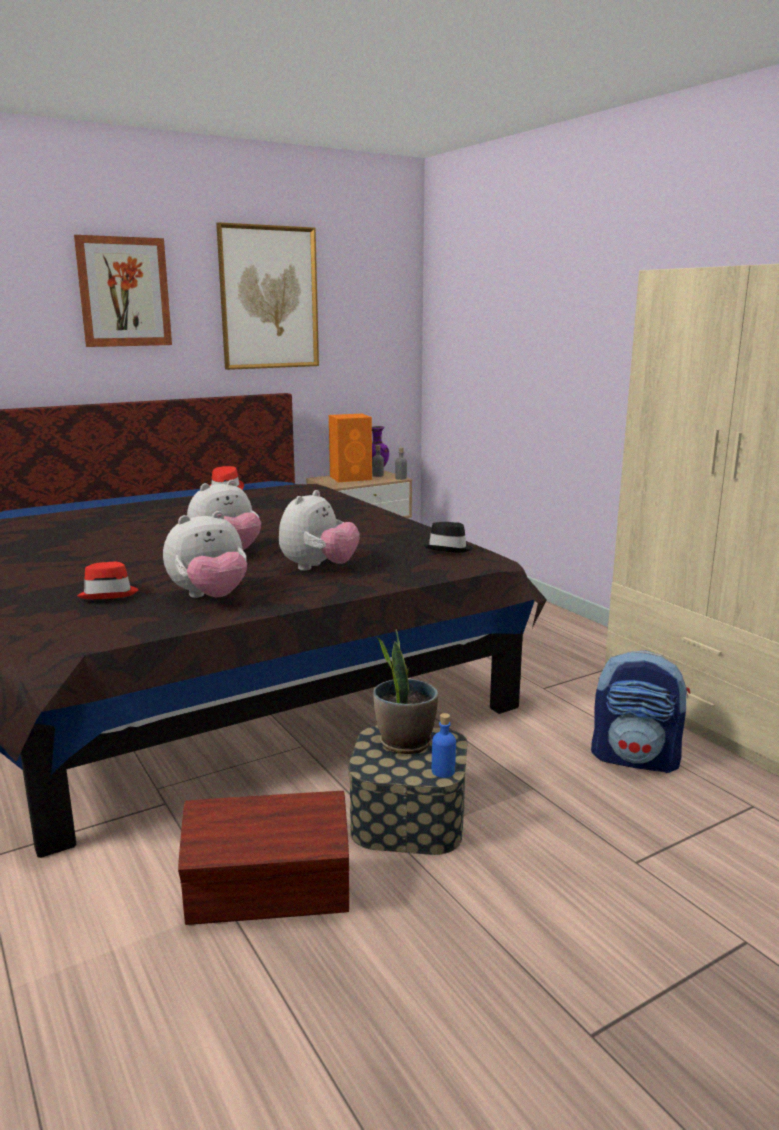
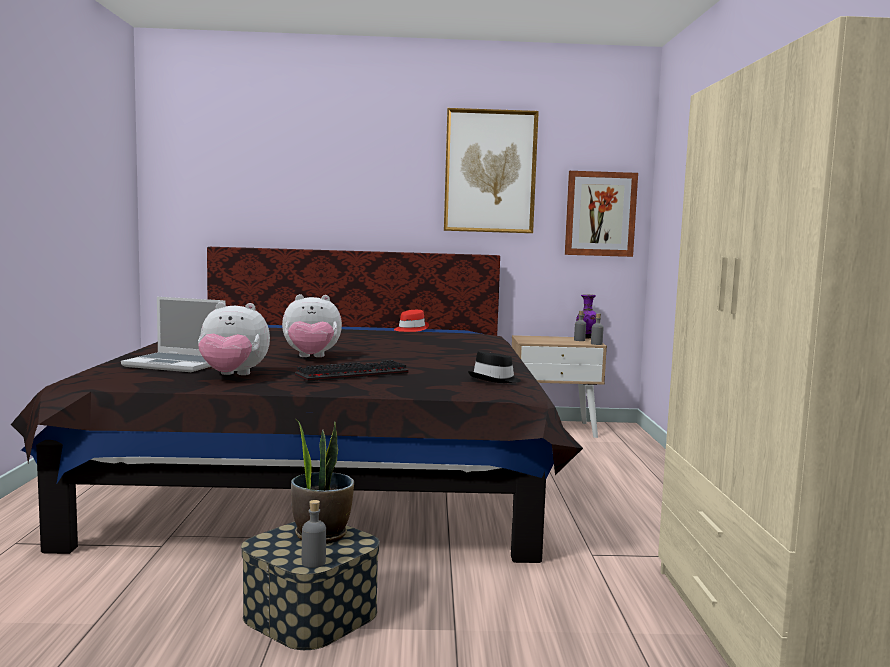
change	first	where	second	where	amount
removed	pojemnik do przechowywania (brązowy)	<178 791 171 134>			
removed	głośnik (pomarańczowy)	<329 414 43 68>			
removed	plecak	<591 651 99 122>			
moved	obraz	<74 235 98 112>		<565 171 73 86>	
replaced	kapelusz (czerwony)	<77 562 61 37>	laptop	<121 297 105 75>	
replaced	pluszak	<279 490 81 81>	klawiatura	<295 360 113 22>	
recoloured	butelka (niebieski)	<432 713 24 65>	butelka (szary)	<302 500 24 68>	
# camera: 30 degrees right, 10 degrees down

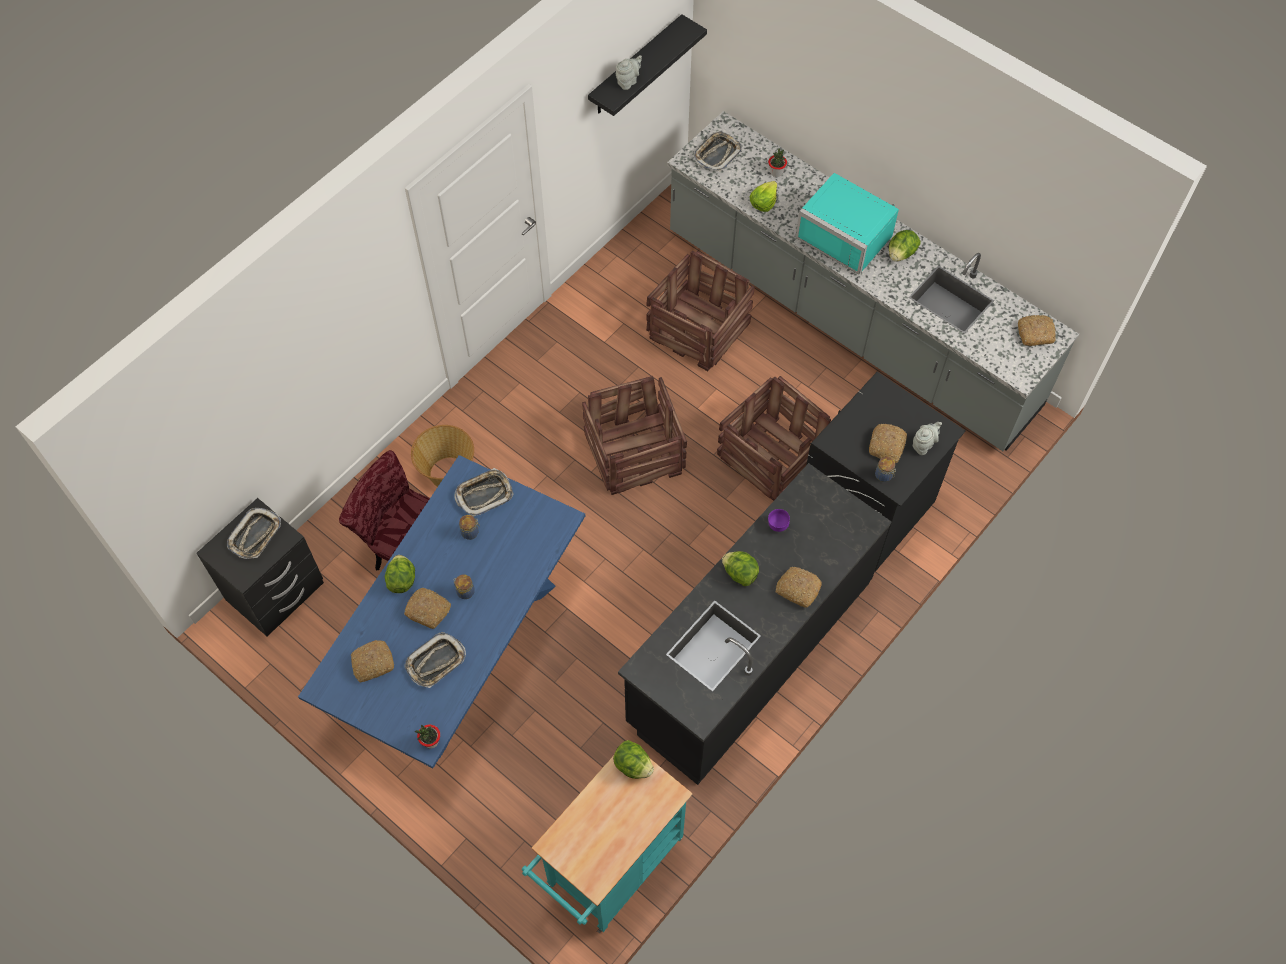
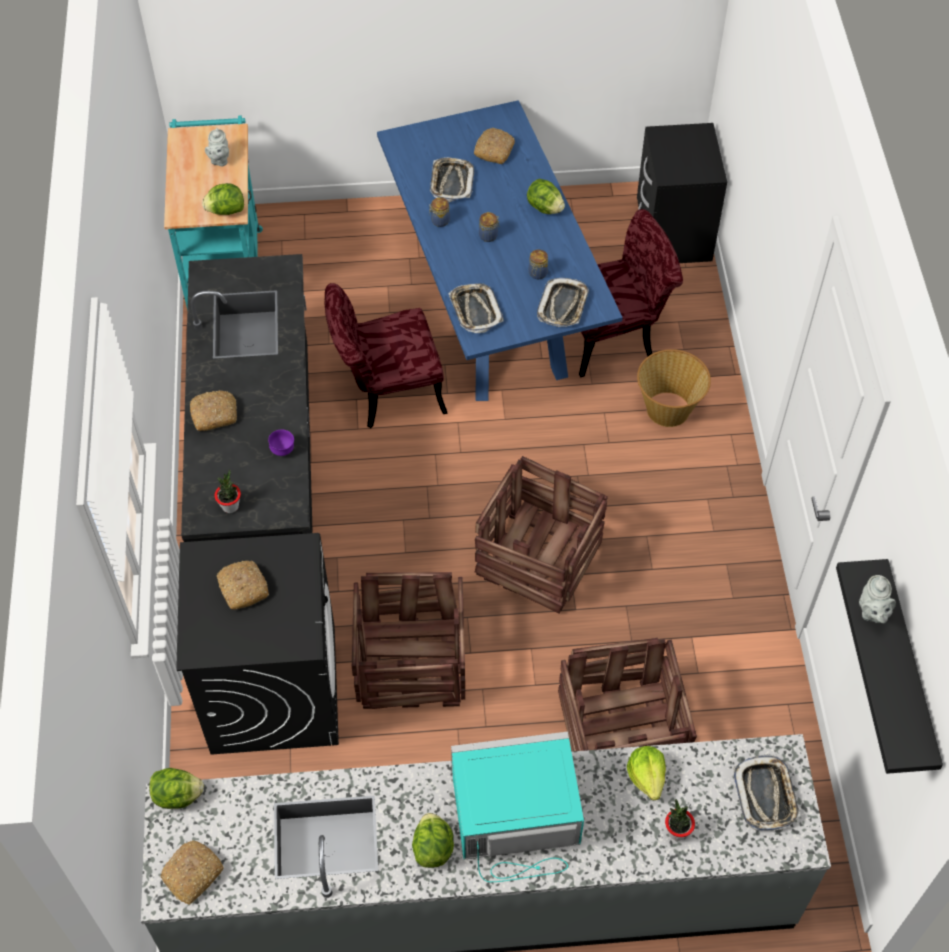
change	first	where	second	where	amount
removed	chleb	<404 588 47 41>			
added			krzesło (czerwony)	<325 283 123 145>	
moved	taca	<227 508 54 51>		<448 283 55 50>	
moved	roślina doniczkowa	<415 725 25 24>		<214 469 27 44>	
moved	sałata	<722 551 37 35>		<149 768 55 41>	
moved	słoik	<875 457 21 25>		<429 197 21 30>	
moved	imbryk (szary)	<913 422 29 33>		<205 128 24 38>	
# camera: 135 degrees right, 5 degrees down

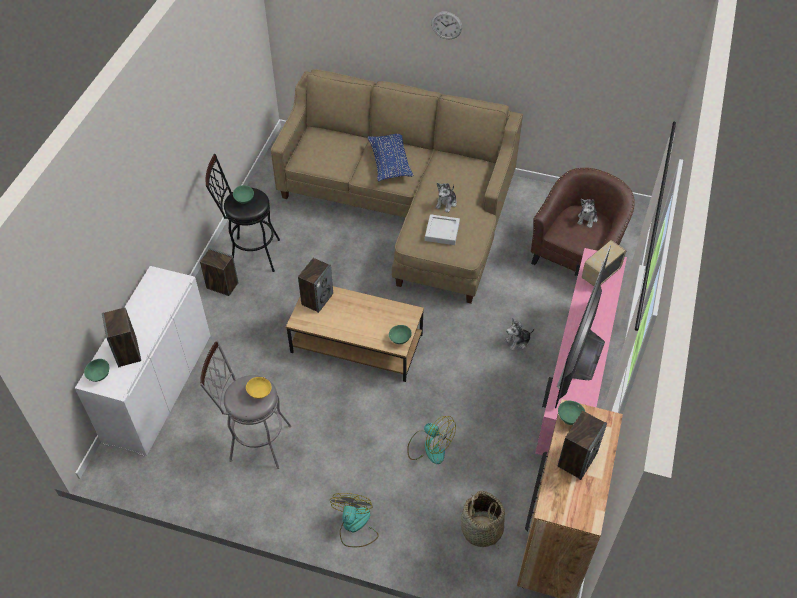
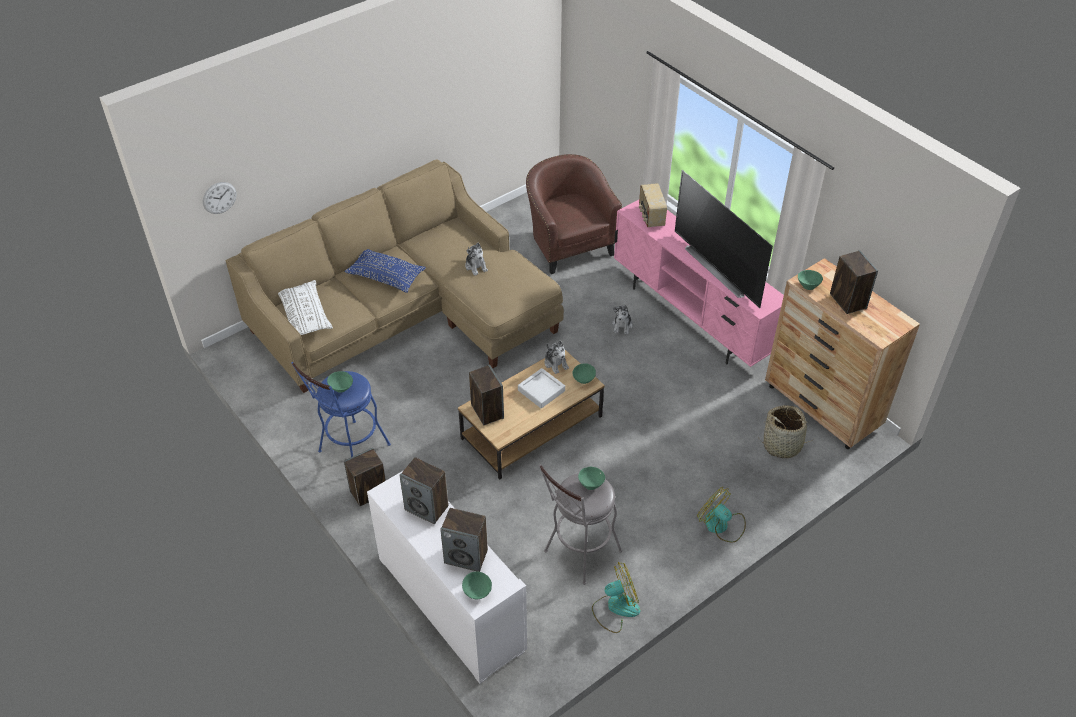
change	first	where	second	where	amount
added			poduszka (biały)	<278 280 55 55>	
added			głośnik	<400 457 49 67>	
moved	wentylator	<407 416 49 48>		<592 562 48 71>	
moved	taca (szary)	<425 214 35 31>		<518 368 47 40>	
moved	zegar ścienny	<431 11 31 28>		<203 182 34 32>	
moved	pluszak	<577 199 21 29>		<545 341 24 33>	
recoloured	stołek (czarny)	<205 154 75 118>	stołek (niebieski)	<291 361 100 96>	
recoloured	miska (żółty)	<246 377 26 22>	miska (zielony)	<578 467 27 23>	
# camera: 55 degrees left, 5 degrees down

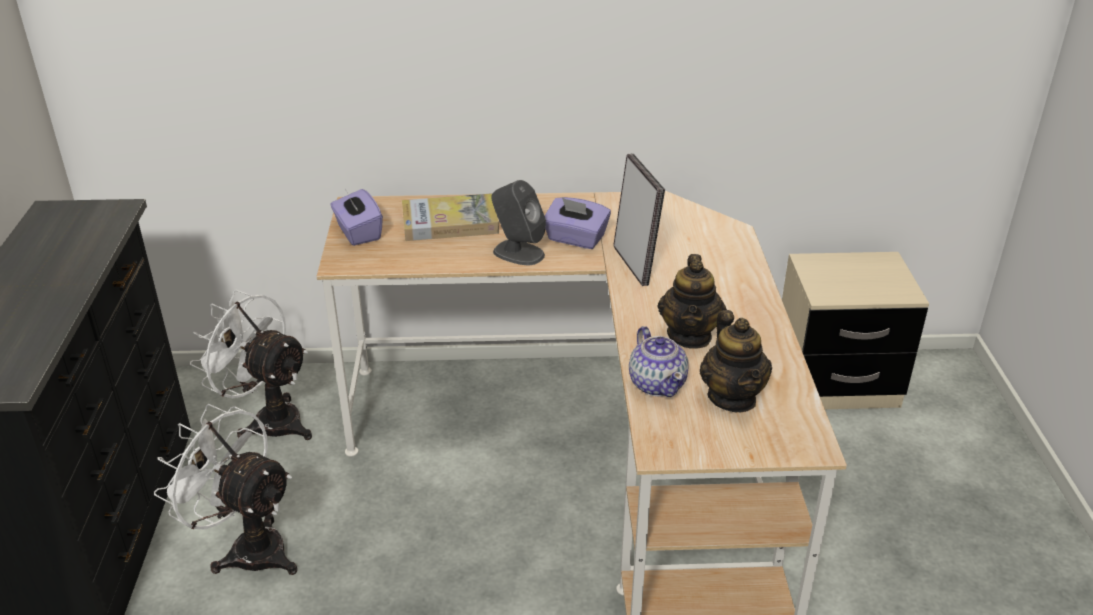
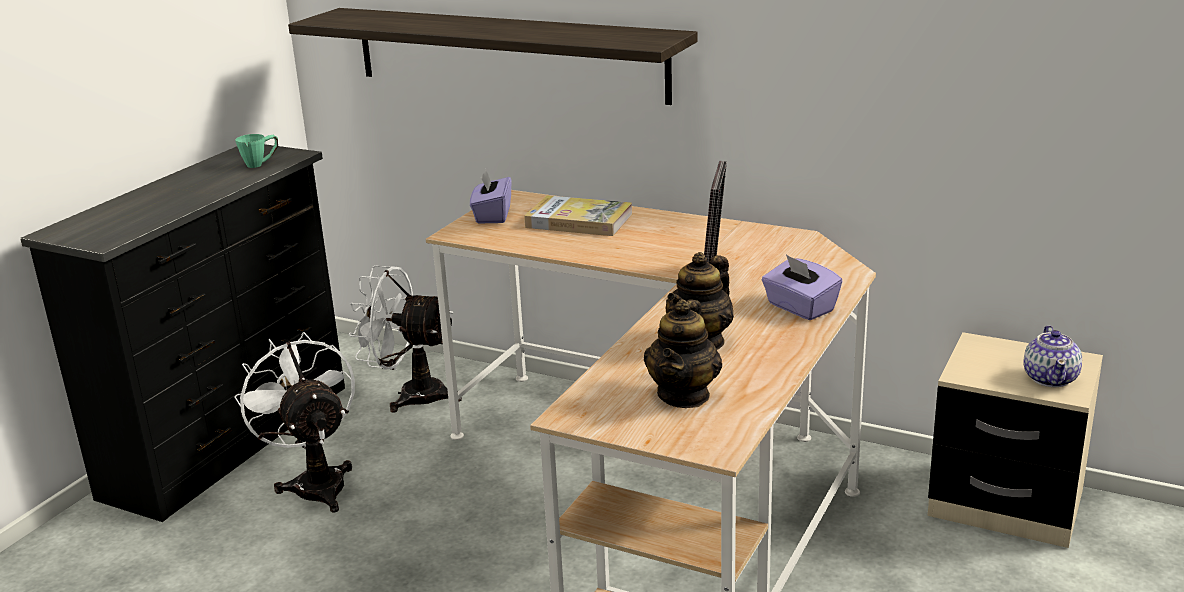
change	first	where	second	where	amount
removed	głośnik (szary)	<491 180 55 85>			
added			kubek (zielony)	<235 134 43 34>	
added			półka	<288 8 410 97>	
moved	pudełko chusteczek (fioletowy)	<545 197 66 52>		<762 255 81 65>	
moved	imbryk	<629 326 60 71>		<1023 325 59 62>	
turned	wentylator (biały)	<190 290 122 150>		<348 265 114 147>	45 degrees counterclockwise
# camera: 30 degrees right, 10 degrees down

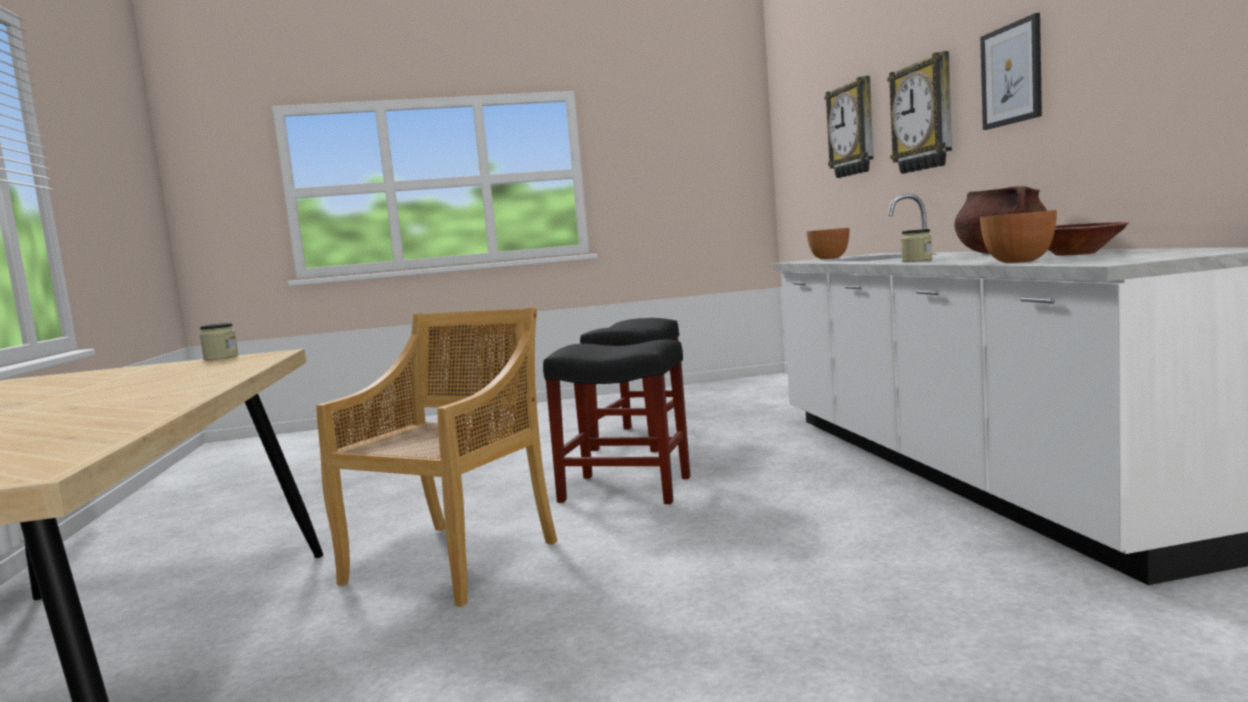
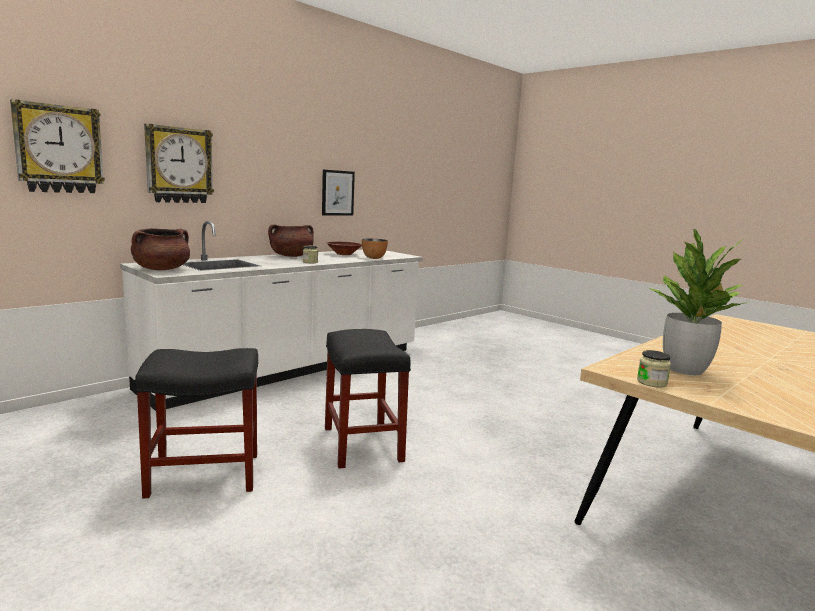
change	first	where	second	where	amount
removed	krzesło (beżowy)	<316 307 241 300>			
added			roślina doniczkowa	<646 229 103 146>	
moved	obraz	<980 13 62 117>		<322 170 33 46>	
replaced	miska	<807 228 42 31>	garnek (brązowy)	<131 228 59 42>	
# camera: 125 degrees left, 5 degrees up

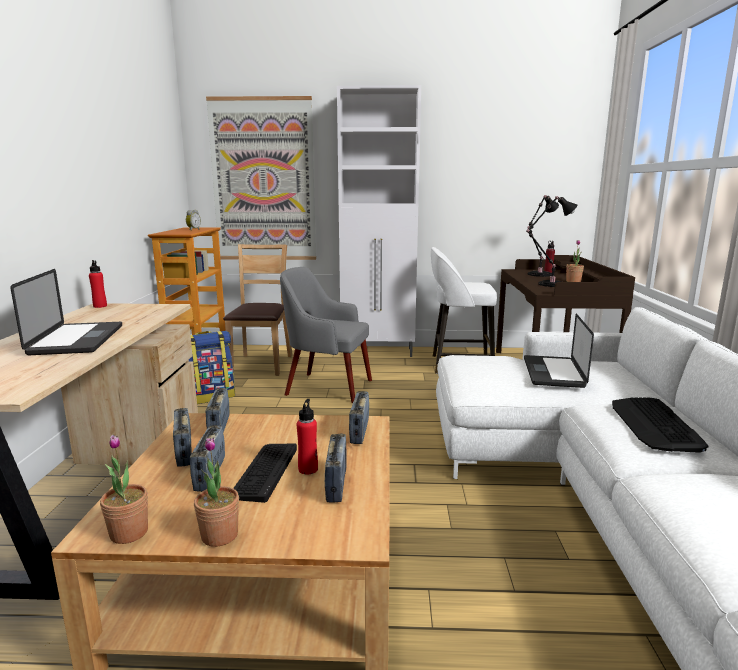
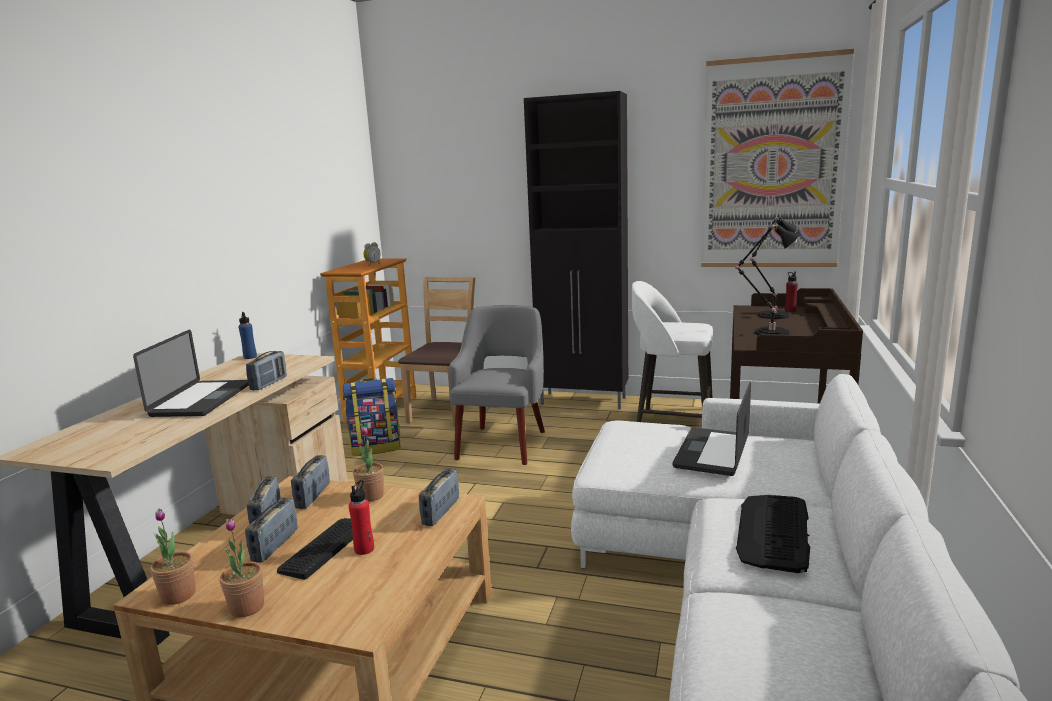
change	first	where	second	where	amount
moved	obraz	<206 96 110 164>		<701 49 153 218>	
moved	radio	<325 434 22 69>		<246 351 41 39>	
moved	roślina doniczkowa	<566 240 18 42>		<353 426 31 76>	
recoloured	butelka (czerwony)	<89 260 18 48>	butelka (niebieski)	<239 312 18 47>	
recoloured	szafka (biały)	<337 85 84 272>	szafka (czarny)	<524 91 104 319>	
turned	fotel (szary)	<280 267 92 136>		<448 305 97 160>	75 degrees clockwise
# camera: 15 degrees right, 0 degrees up

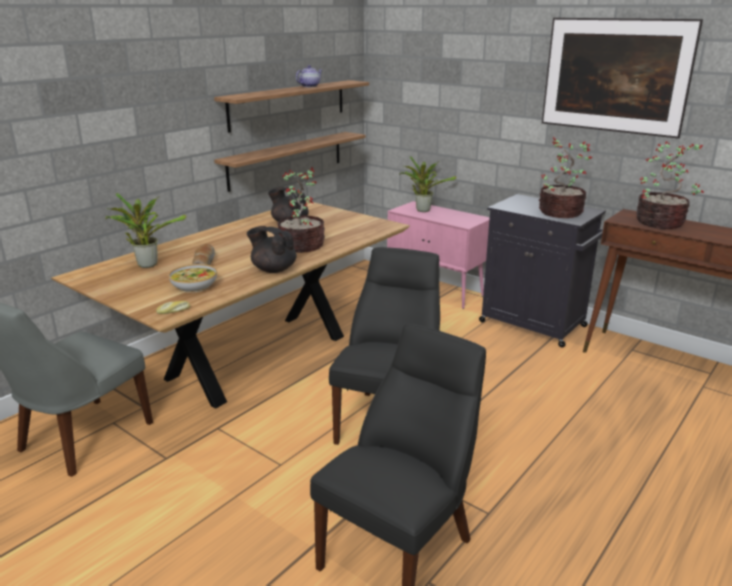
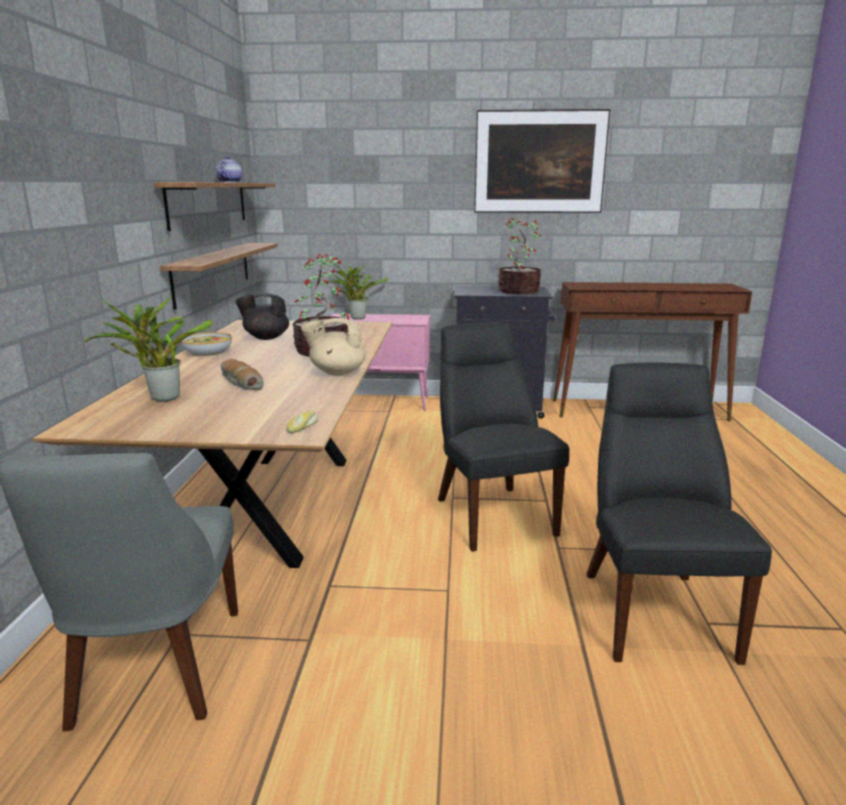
change	first	where	second	where	amount
removed	roślina doniczkowa	<636 141 68 88>			
moved	miska	<169 264 48 29>		<181 332 51 25>	
recoloured	imbryk (czarny)	<247 226 49 47>	imbryk (beżowy)	<301 318 65 58>	
# camera: 35 degrees left, 5 degrees down

